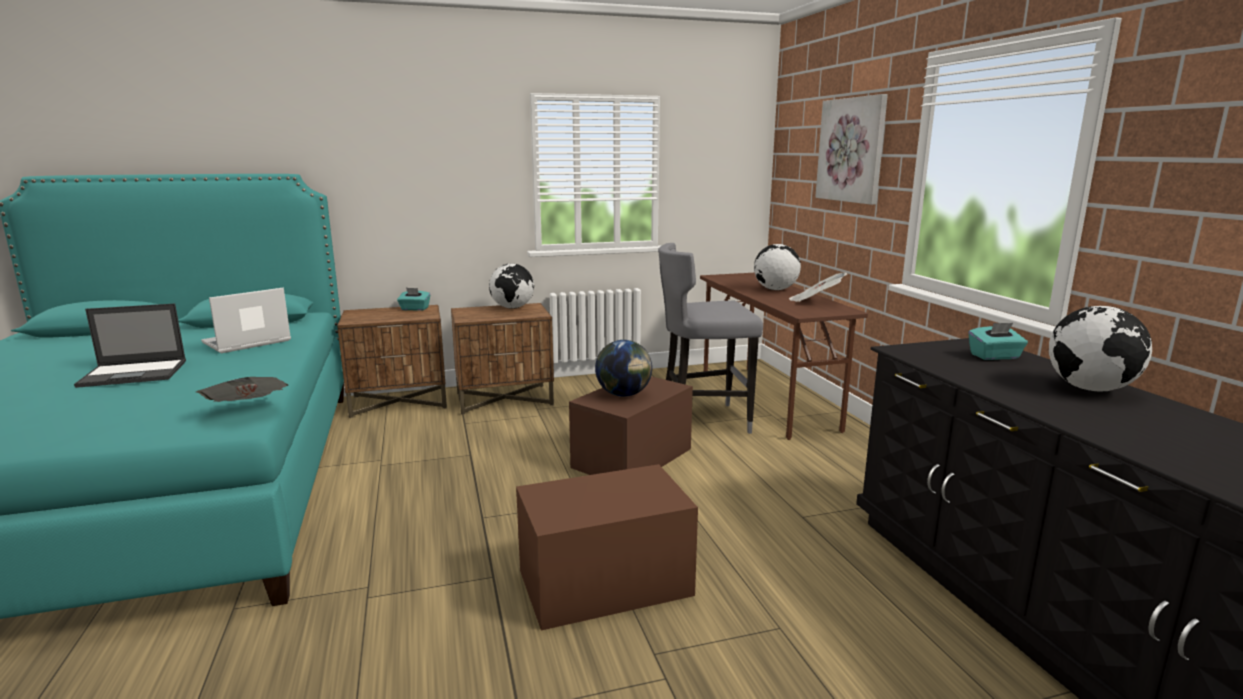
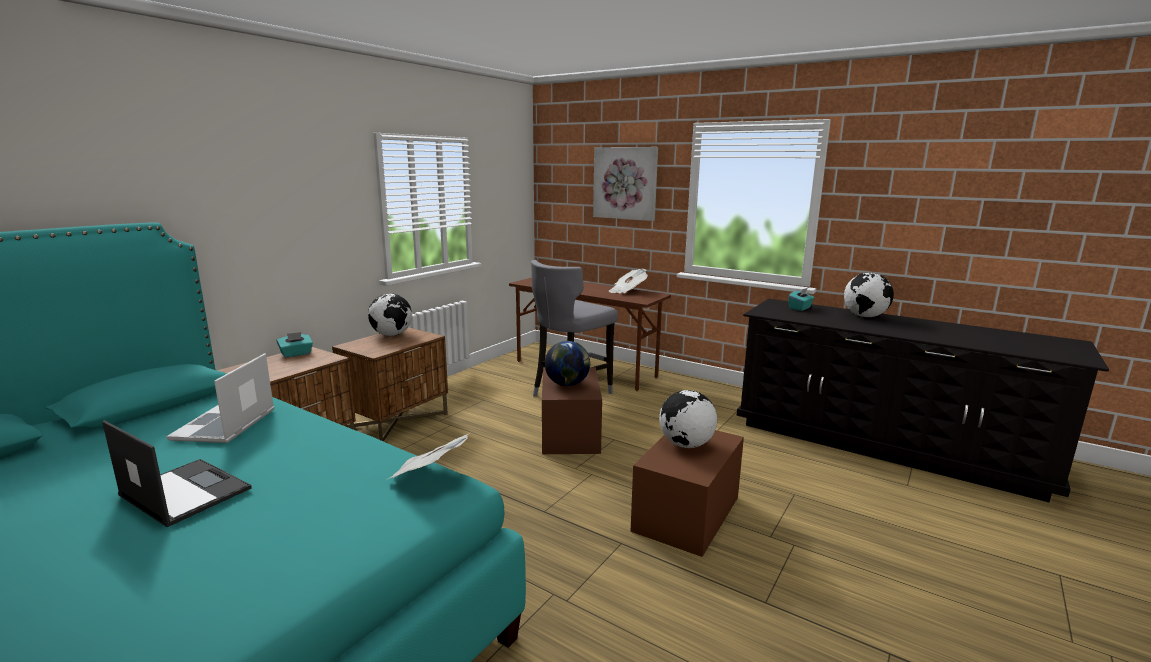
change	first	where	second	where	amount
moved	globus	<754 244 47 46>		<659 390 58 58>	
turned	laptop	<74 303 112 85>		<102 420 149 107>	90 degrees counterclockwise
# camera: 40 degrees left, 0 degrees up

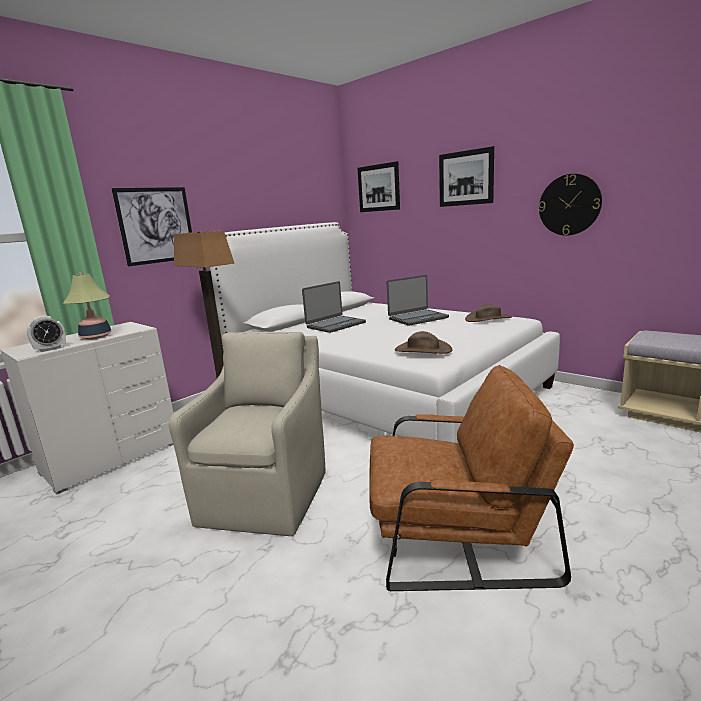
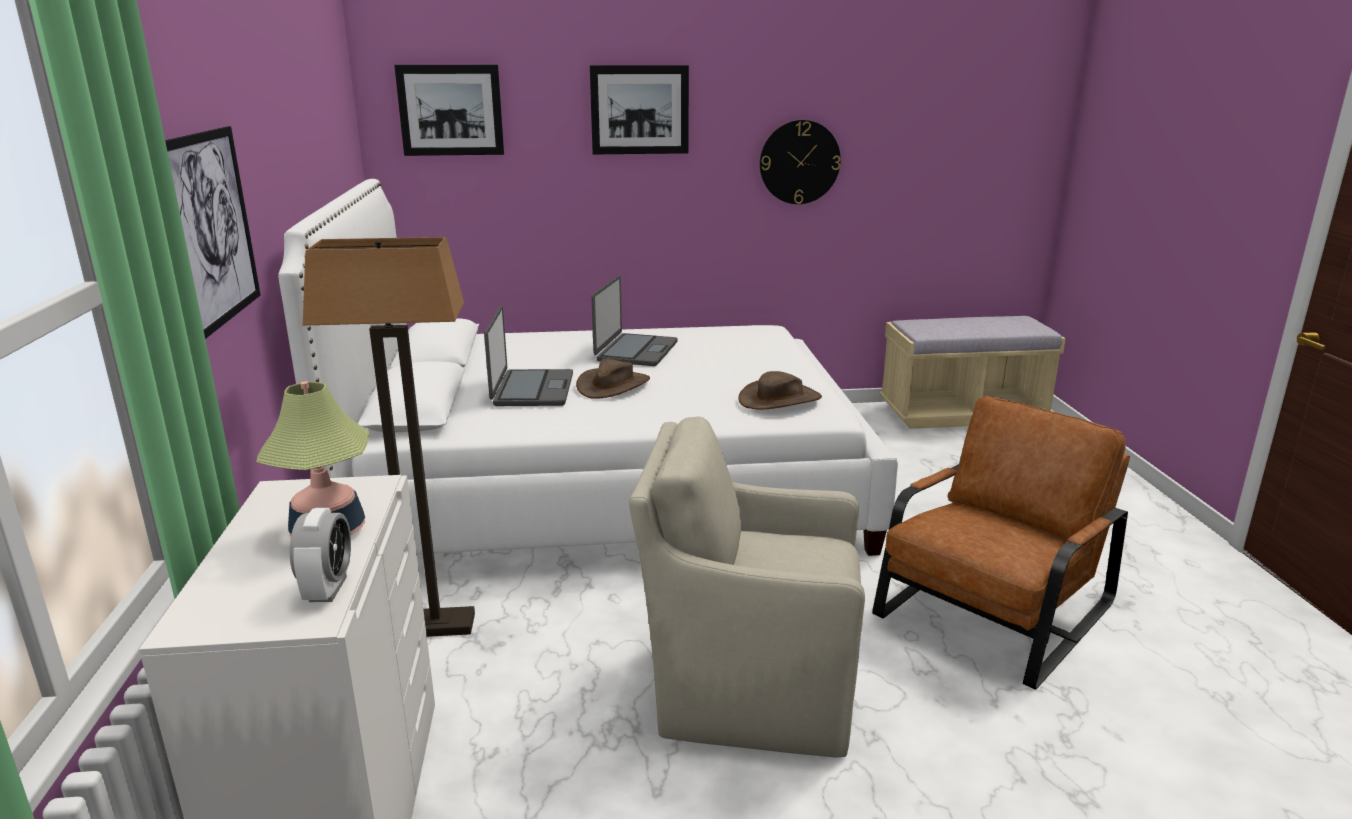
change	first	where	second	where	amount
moved	kapelusz (brązowy)	<465 304 47 18>		<576 359 74 40>	
turned	fotel (beżowy)	<169 332 157 204>		<629 416 236 342>	45 degrees counterclockwise
# camera: 50 degrees left, 5 degrees up

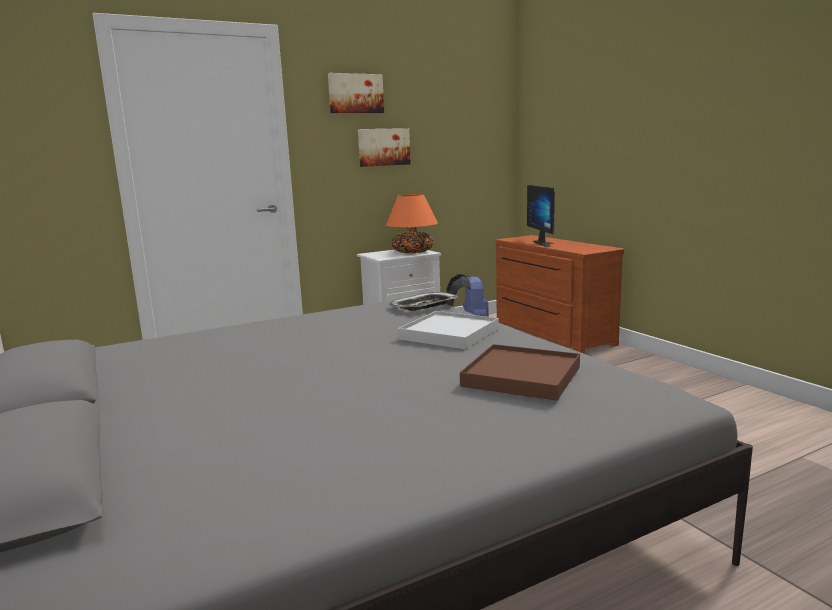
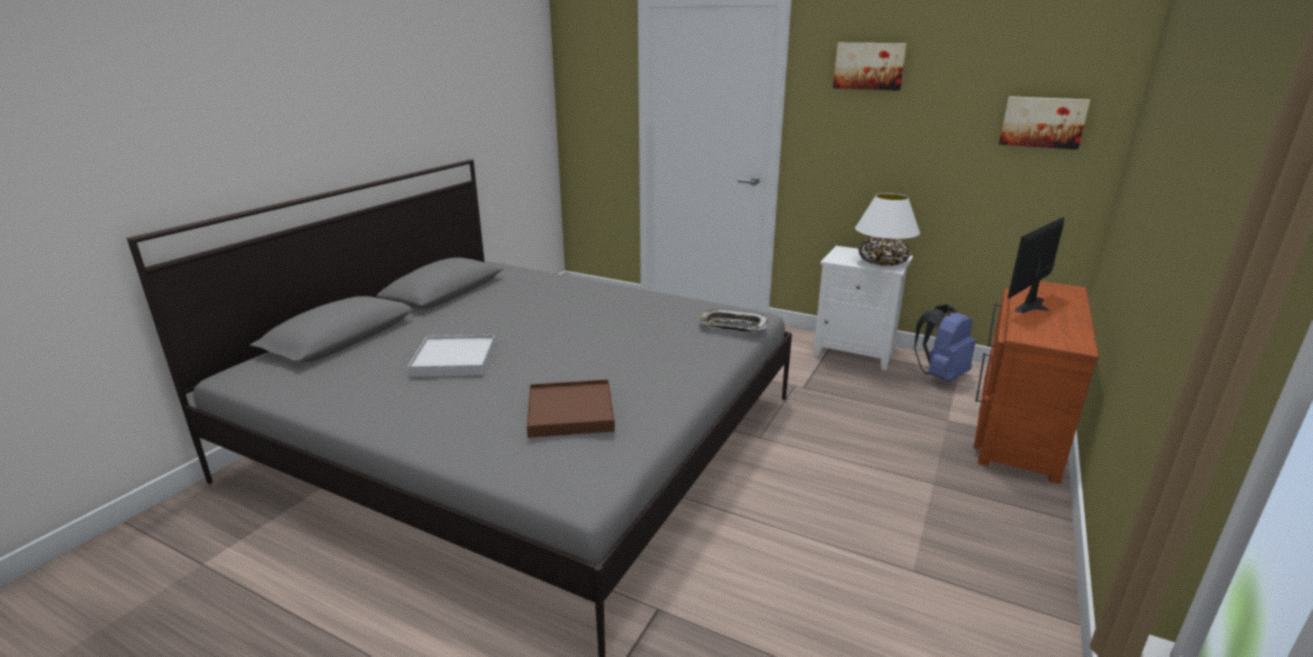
change	first	where	second	where	amount
moved	obraz	<358 128 53 39>		<999 96 91 54>	
moved	taca (biały)	<398 311 101 38>		<407 335 89 42>	
recoloured	lampa stołowa (pomarańczowy)	<386 194 52 59>	lampa stołowa (biały)	<855 193 65 73>	
# camera: 55 degrees right, 10 degrees up

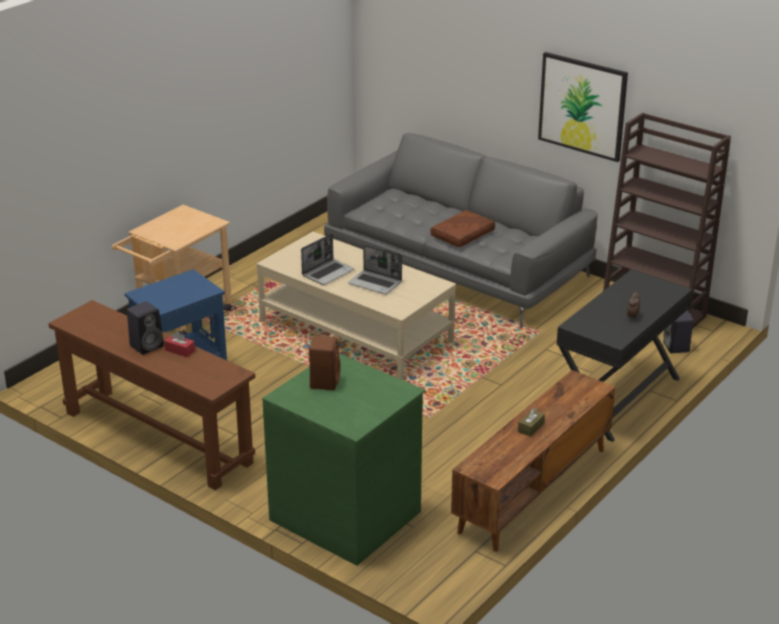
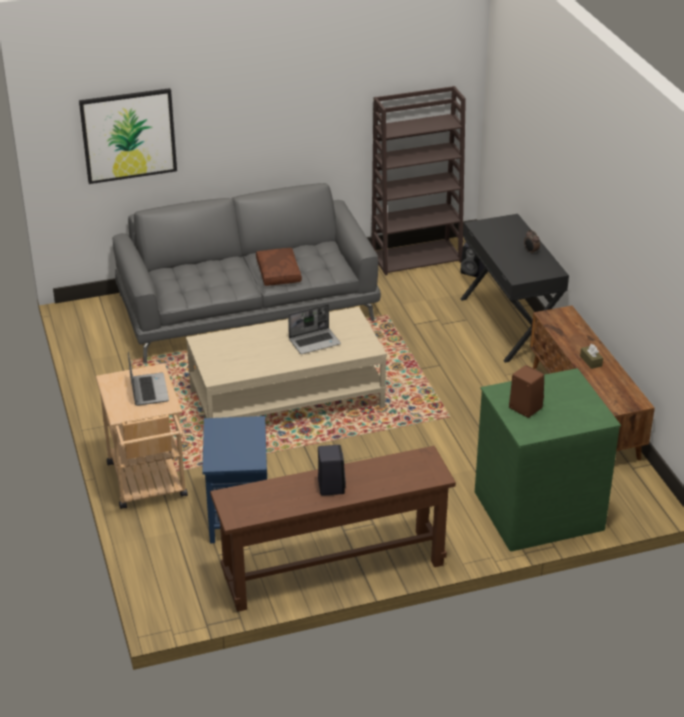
change	first	where	second	where	amount
removed	pudełko chusteczek (czerwony)	<164 332 31 25>			
moved	laptop	<301 234 53 51>		<128 352 41 54>	
moved	obraz	<538 52 90 110>		<79 88 98 96>	
# camera: 55 degrees left, 5 degrees up

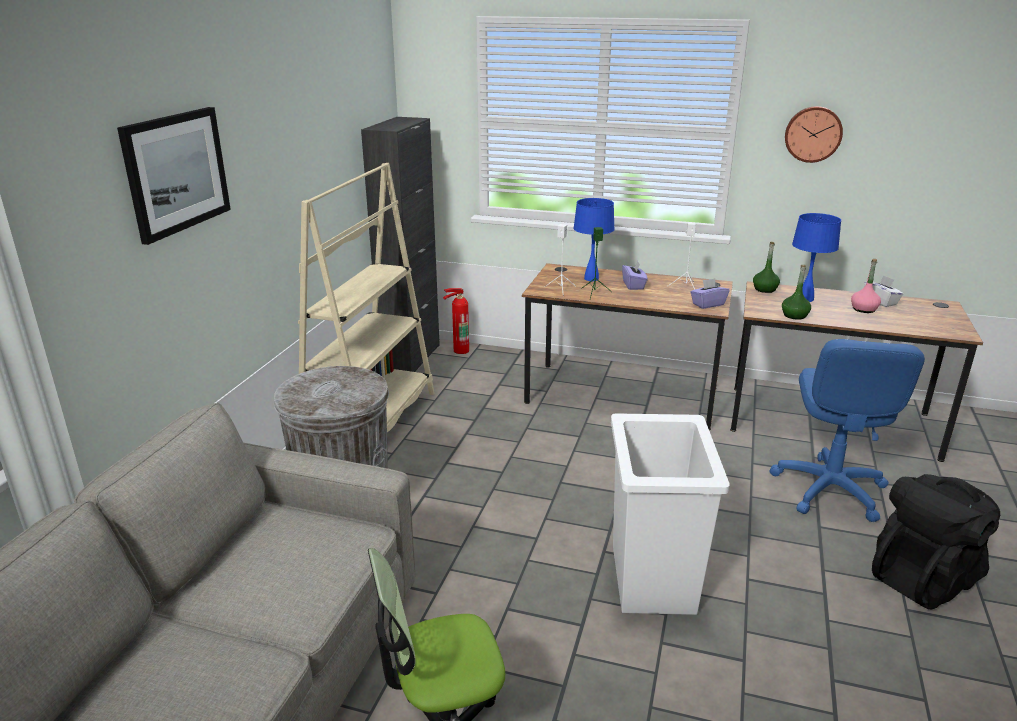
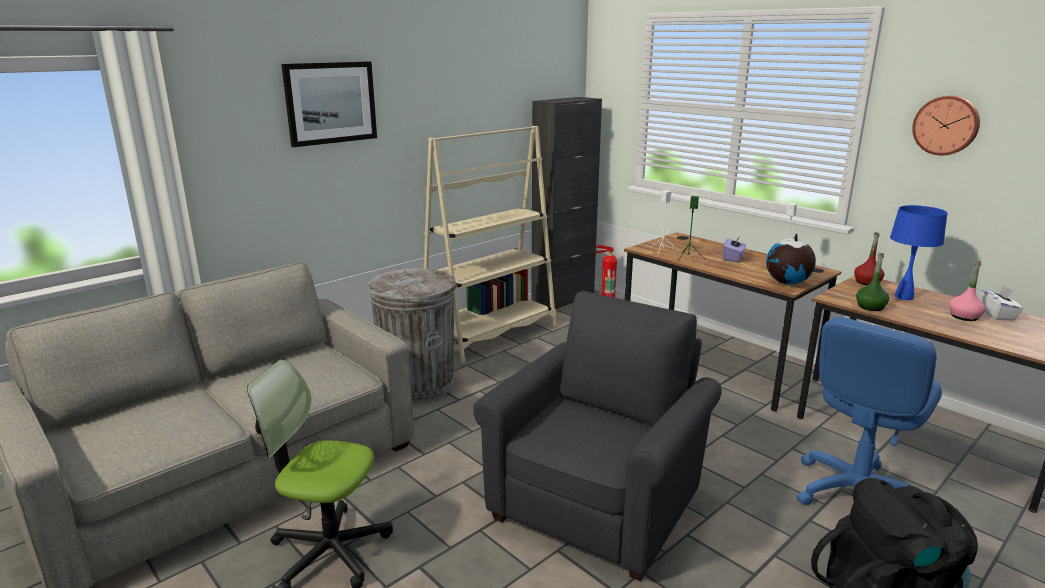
change	first	where	second	where	amount
removed	lampa stołowa (niebieski)	<573 198 42 83>			
replaced	kosz na śmieci (biały)	<611 413 119 202>	fotel (szary)	<473 291 249 290>	
replaced	pudełko chusteczek (fioletowy)	<690 278 39 31>	globus	<766 233 50 52>	
recoloured	butelka (zielony)	<753 241 27 52>	butelka (czerwony)	<854 232 31 53>	
# camera: 30 degrees right, 5 degrees down

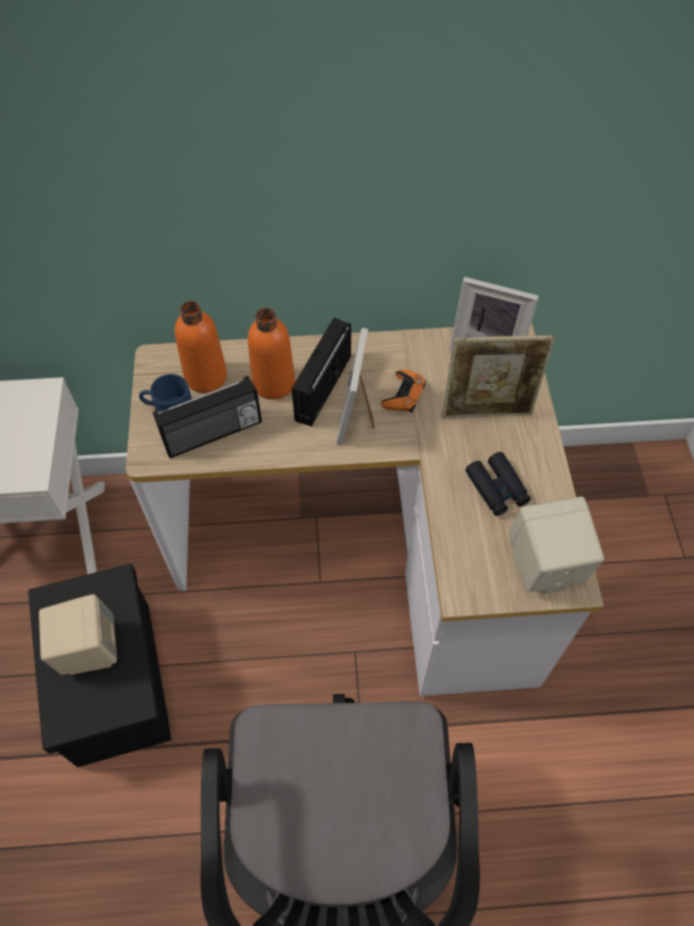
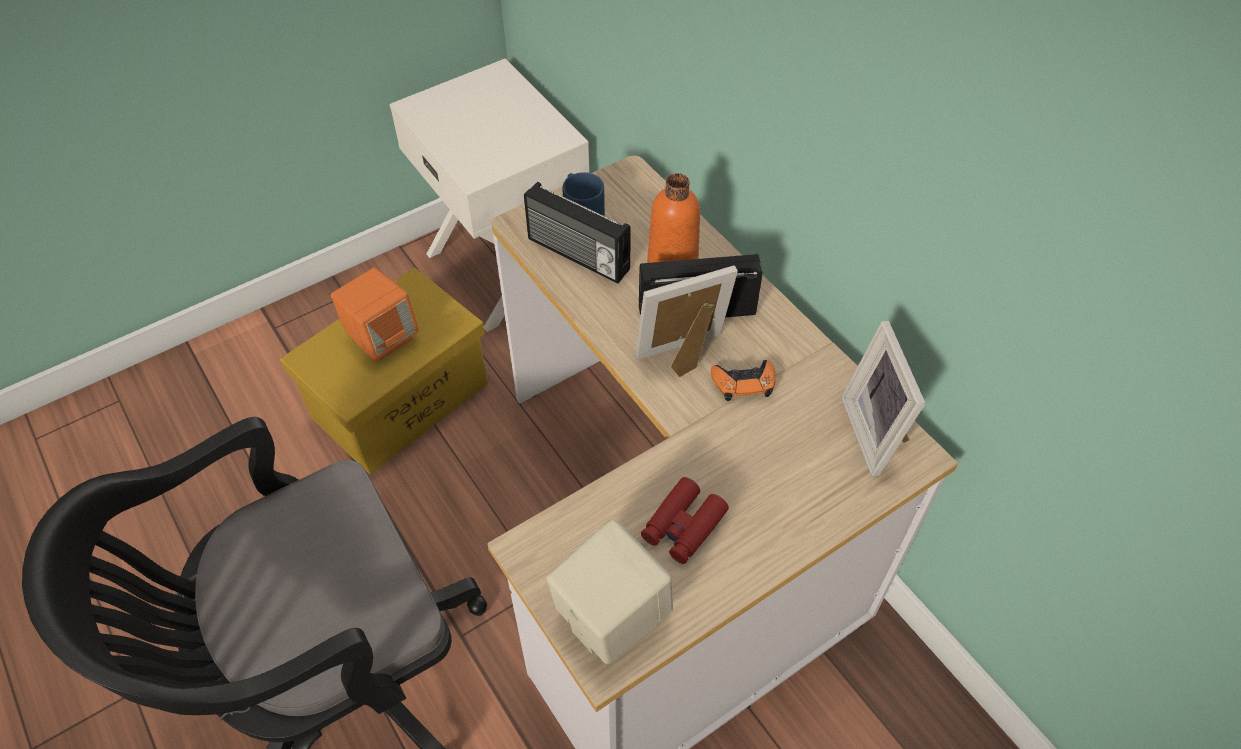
change	first	where	second	where	amount
removed	butelka (pomarańczowy)	<175 301 52 92>			
removed	ramka na zdjęcie	<441 335 114 83>			
recoloured	pojemnik do przechowywania (czarny)	<28 564 144 203>	pojemnik do przechowywania (żółty)	<280 268 208 207>	
recoloured	głośnik (beżowy)	<39 594 78 81>	głośnik (pomarańczowy)	<331 268 88 95>	
recoloured	lornetka (czarny)	<465 452 66 64>	lornetka (czerwony)	<641 477 88 87>	
# camera: 60 degrees right, 5 degrees down

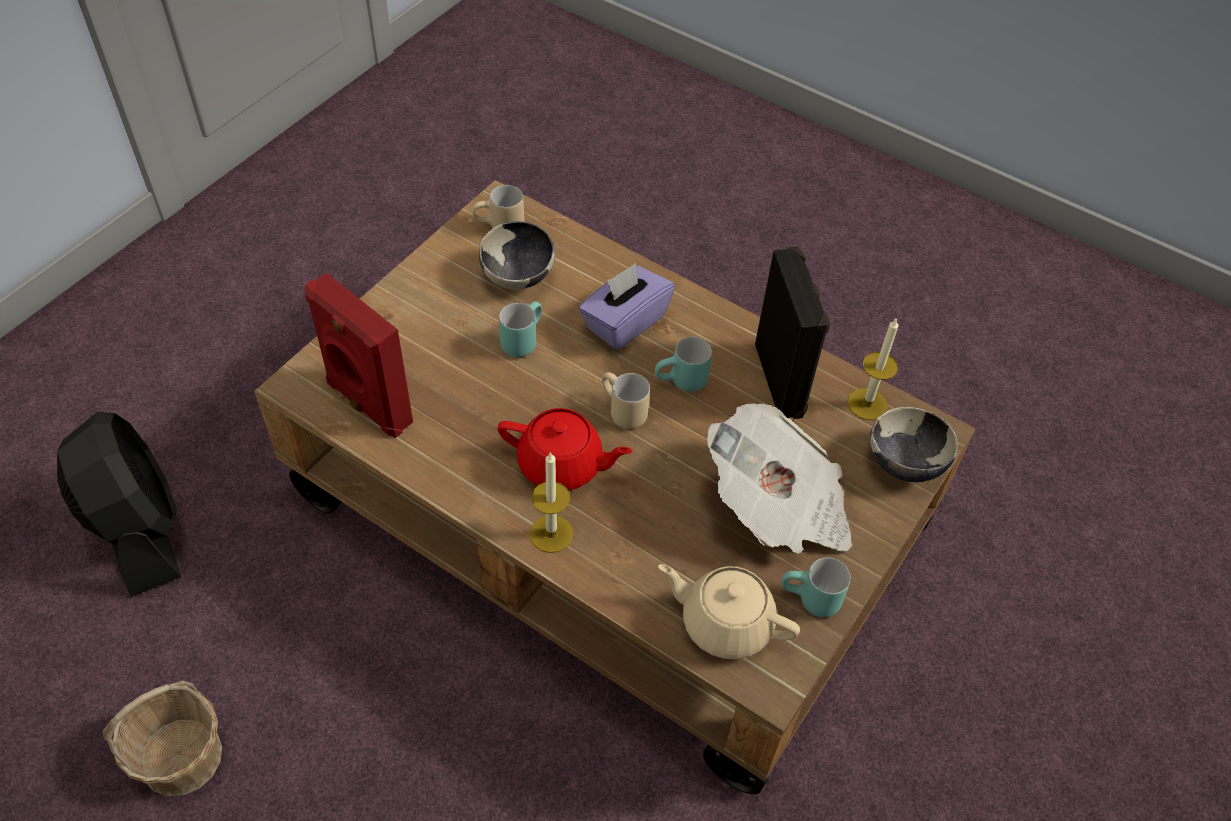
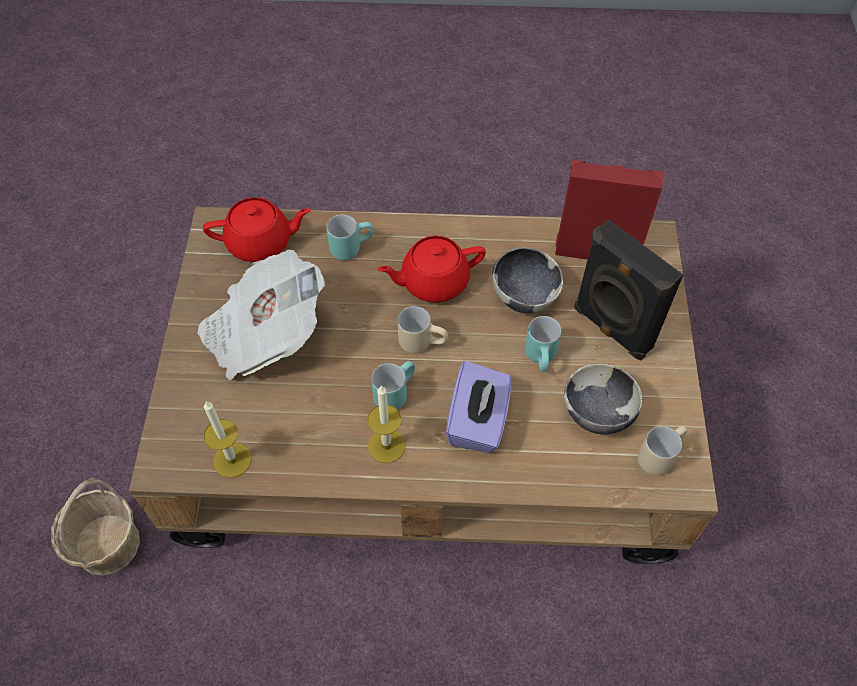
change	first	where	second	where	amount
removed	wentylator (czarny)	<57 412 124 185>			
moved	koszyk	<103 680 119 116>		<51 478 89 98>	
moved	świeca	<530 452 43 101>		<367 385 39 78>	
moved	głośnik (czarny)	<755 246 75 173>		<574 220 109 141>	
moved	kubek (turkusowy)	<782 557 69 60>		<326 215 48 45>	
moved	miska	<870 407 88 75>		<492 247 71 66>	
recoloured	imbryk (beżowy)	<658 564 142 95>	imbryk (czerwony)	<203 197 108 65>	
# camera: 150 degrees right, 5 degrees up

